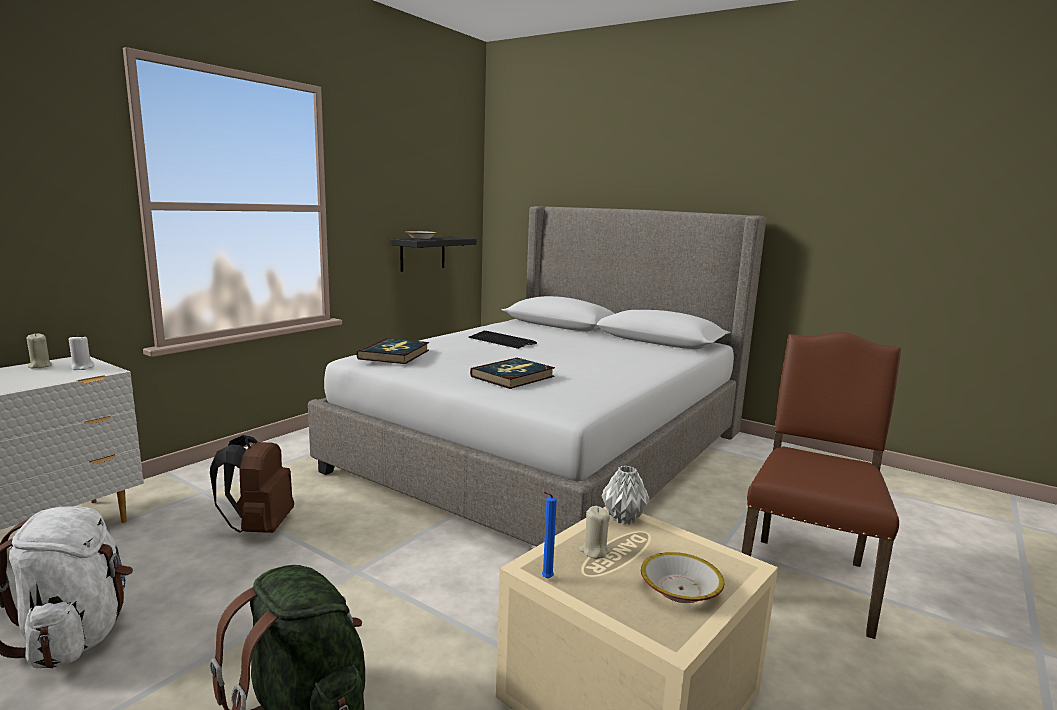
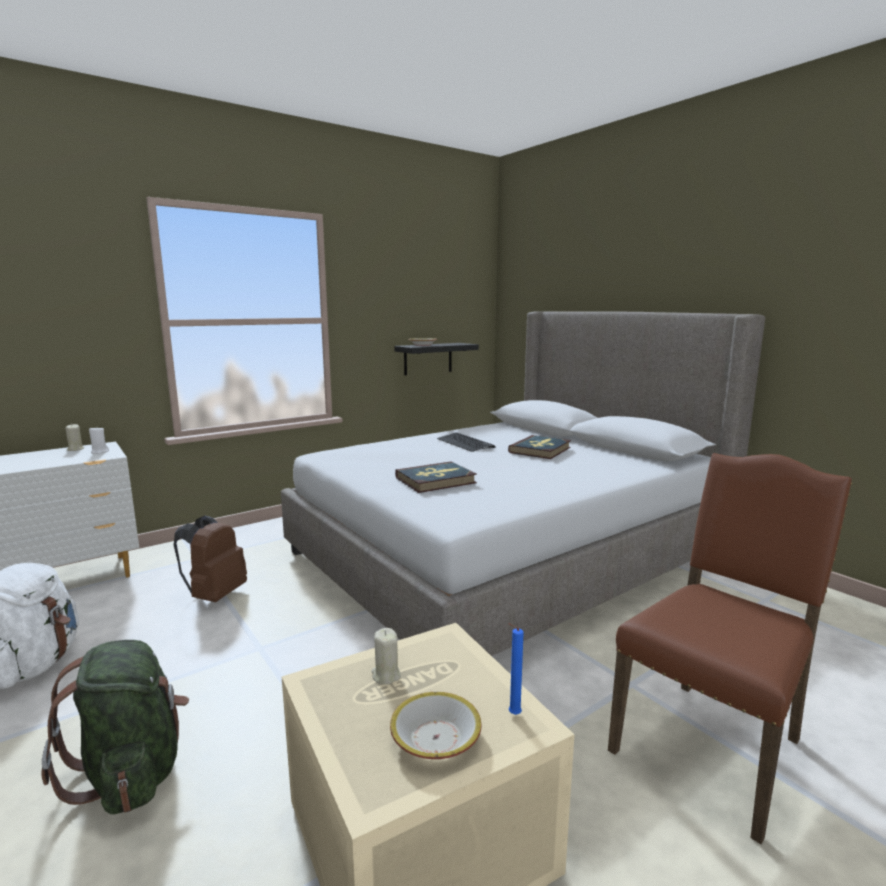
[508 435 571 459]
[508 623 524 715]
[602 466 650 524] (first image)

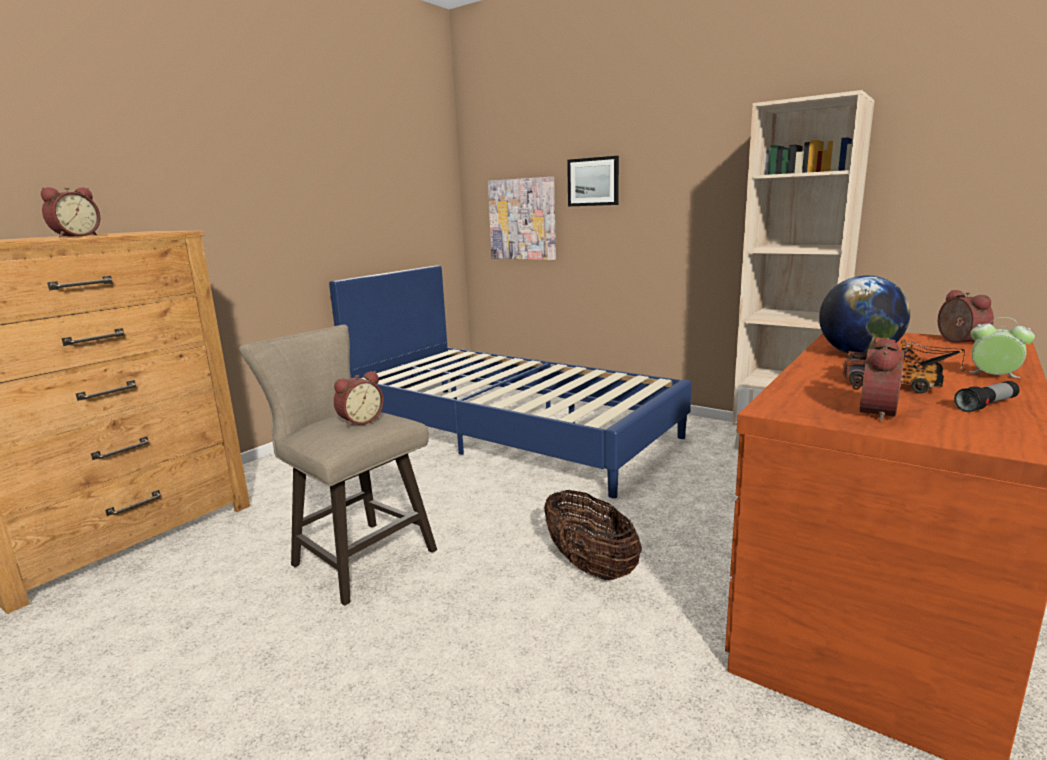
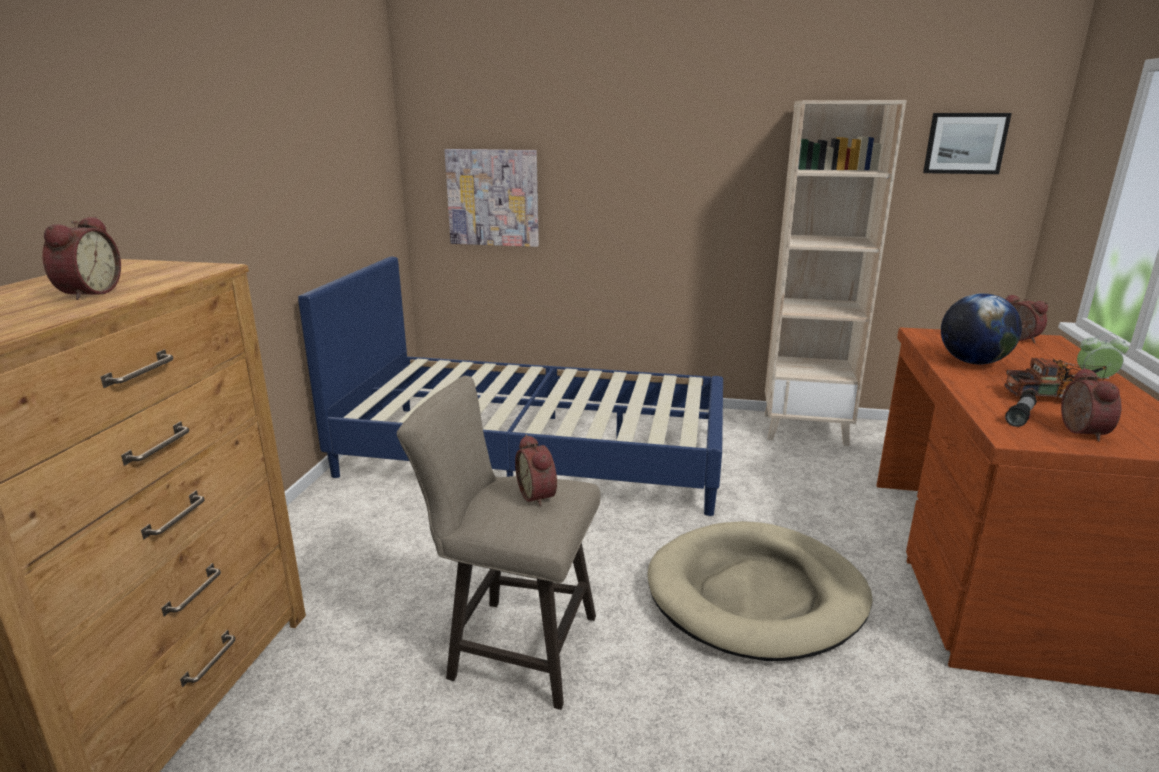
[515 435 557 507]
[648 521 873 661]
[923 113 1012 174]
[1005 394 1037 427]

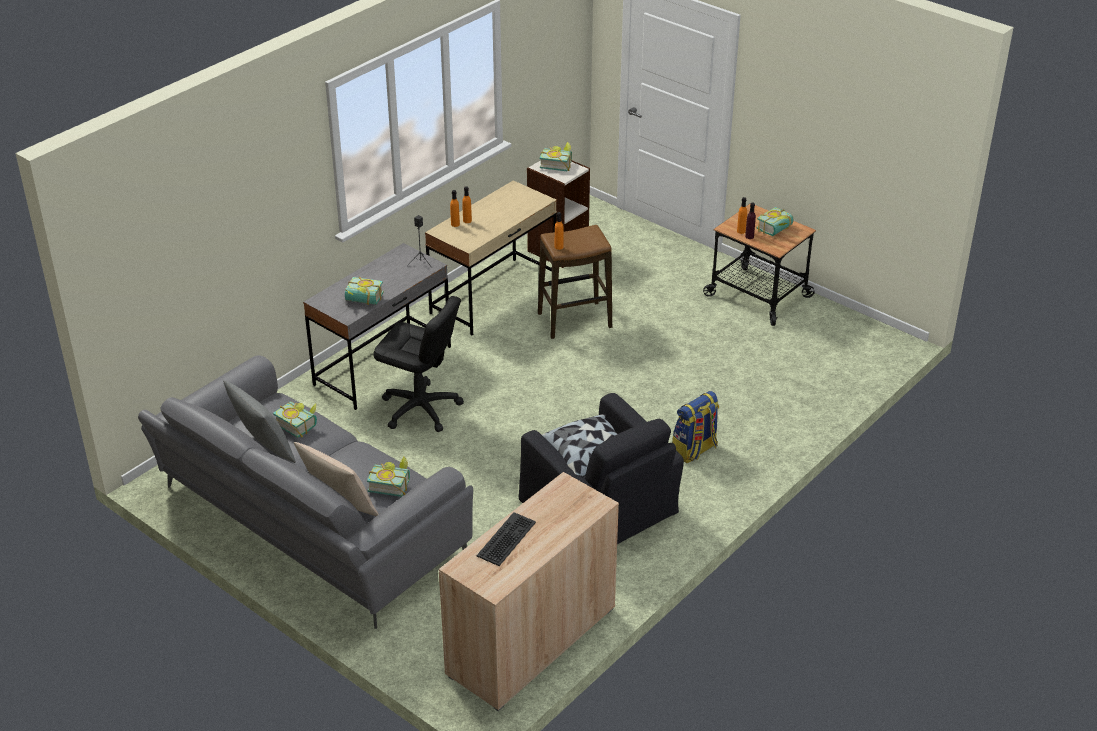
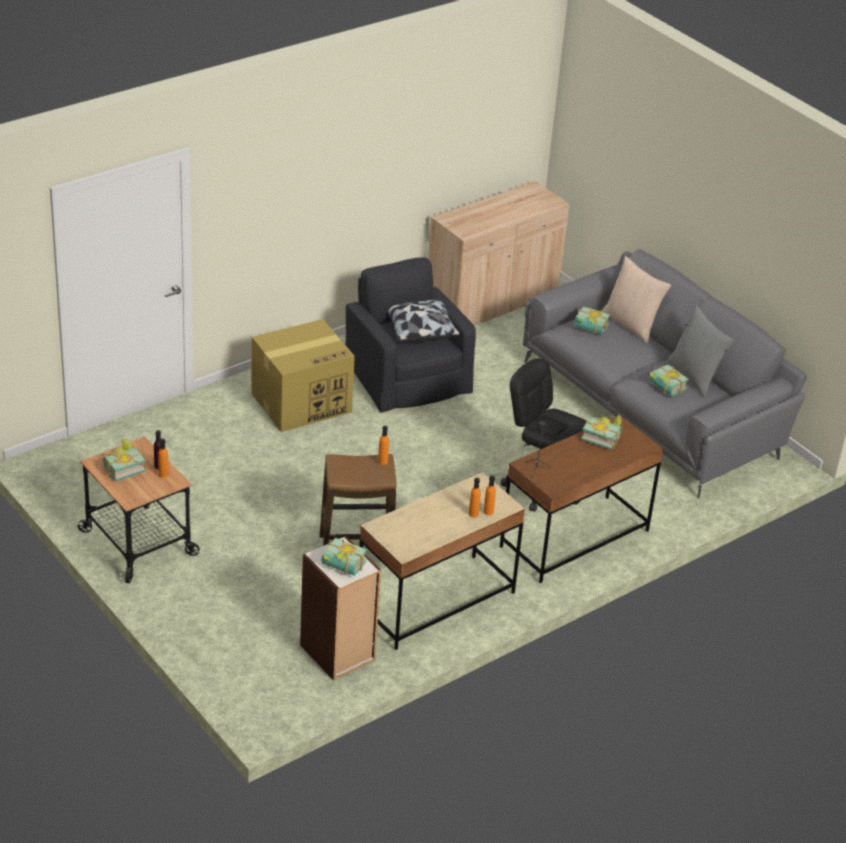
[500 415 663 583]
[477 512 536 566] (first image)
[251 319 355 432]

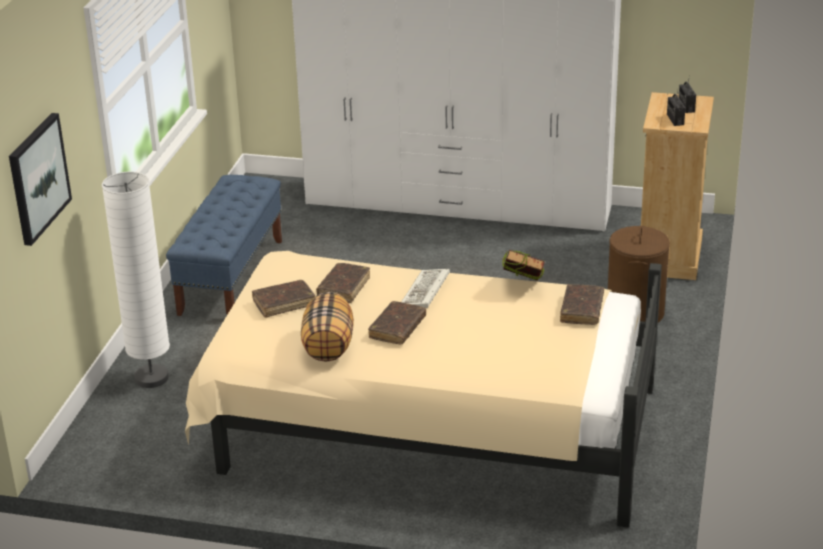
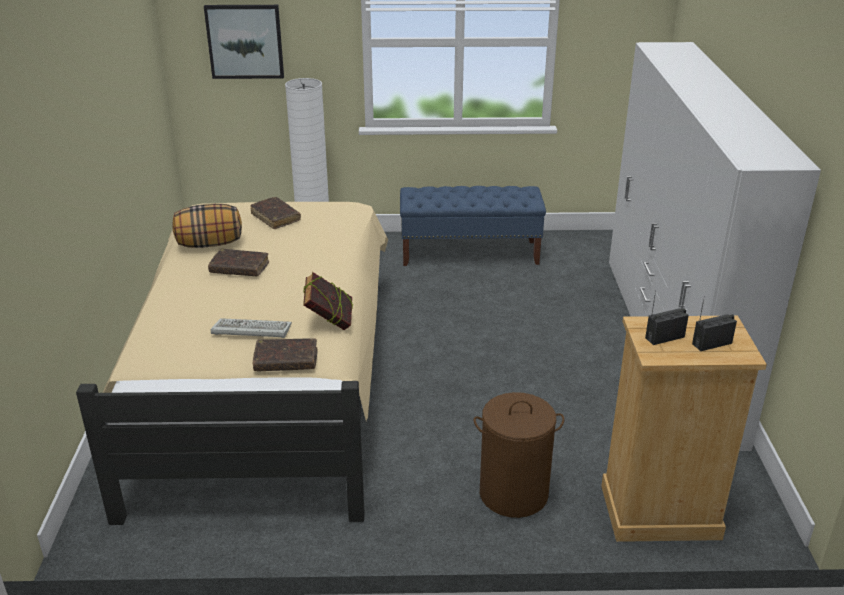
[316 263 370 303] (first image)
[211 318 292 338]

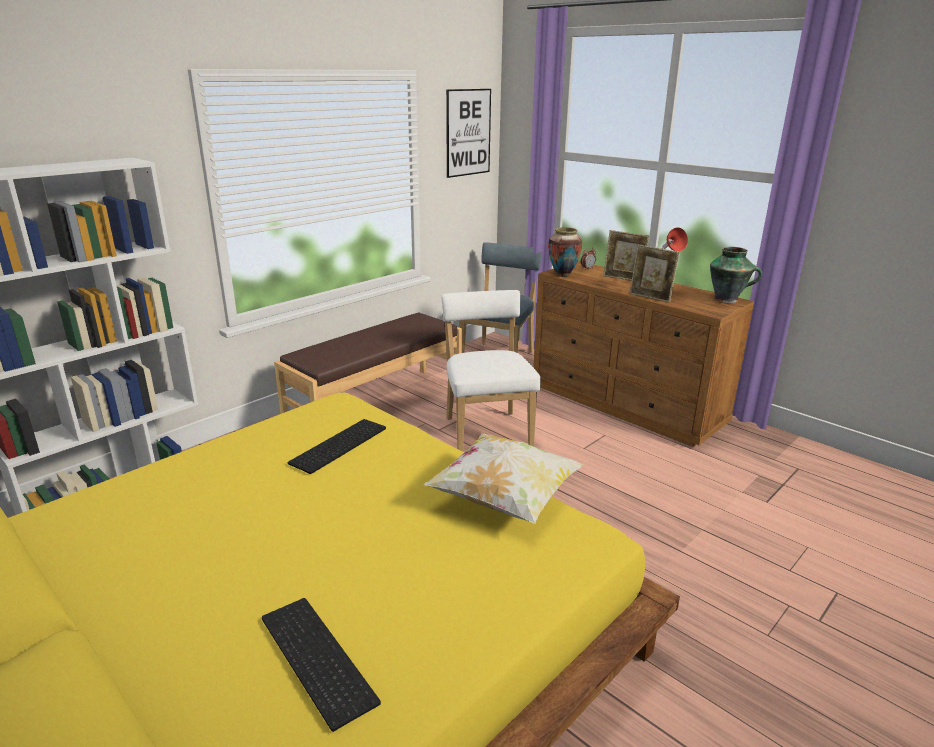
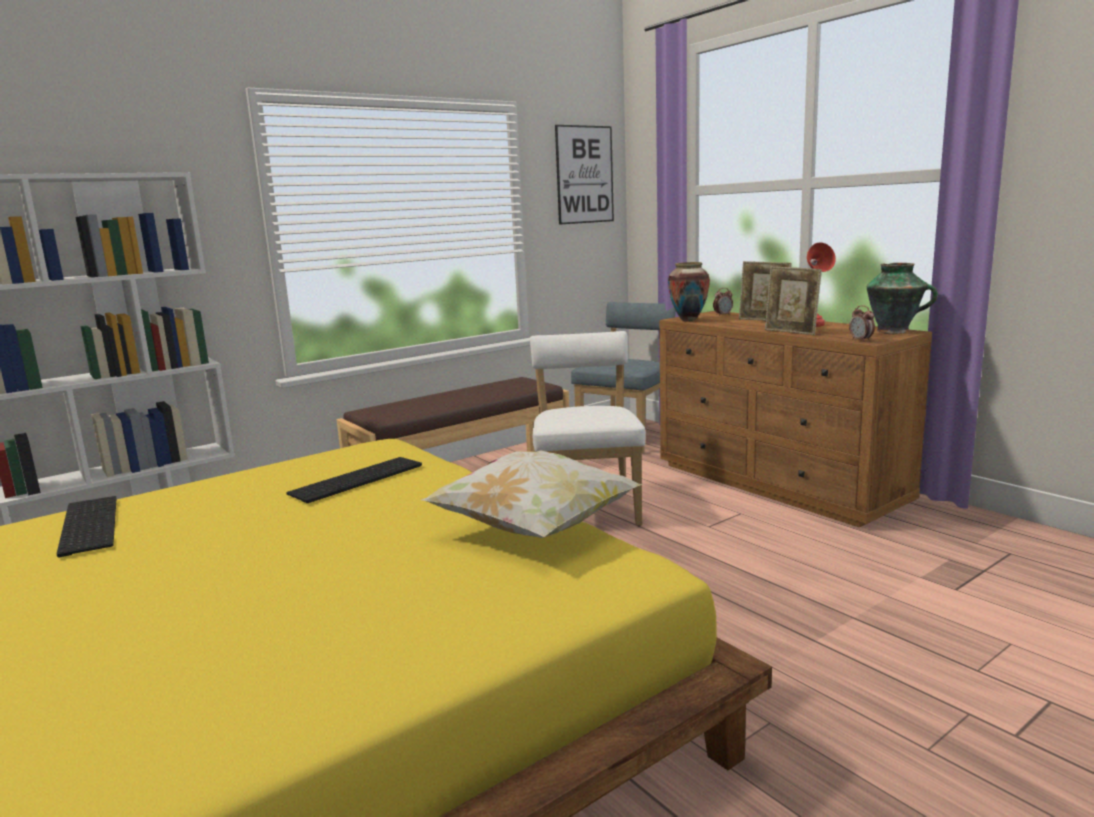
[57 496 117 558]
[849 305 875 342]

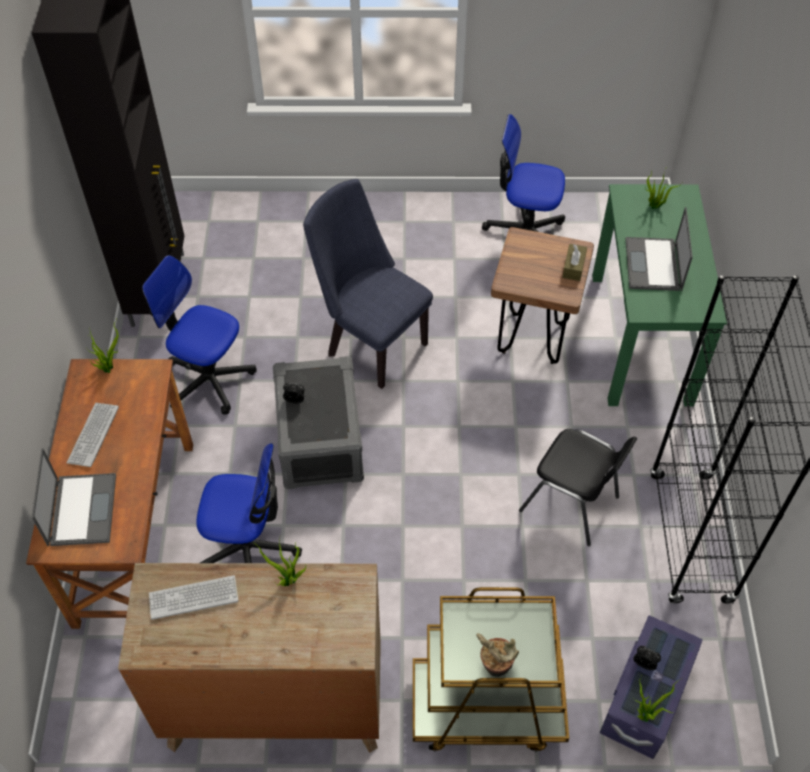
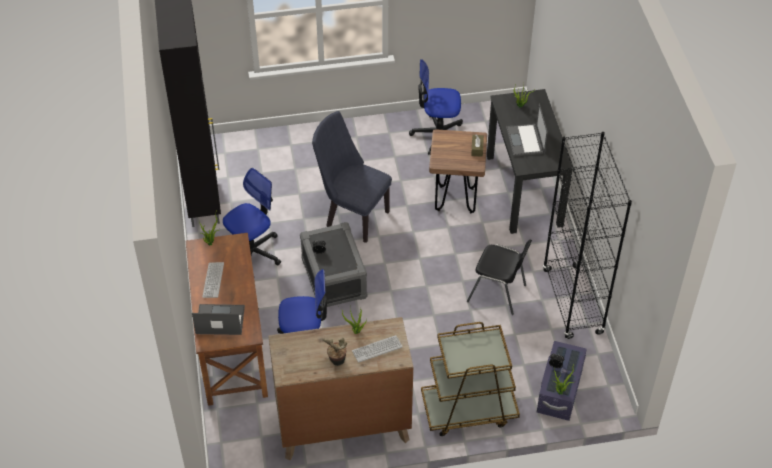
[192 304 245 335]
[223 168 281 265]
[352 335 403 363]
[323 338 347 366]
[487 89 573 234]

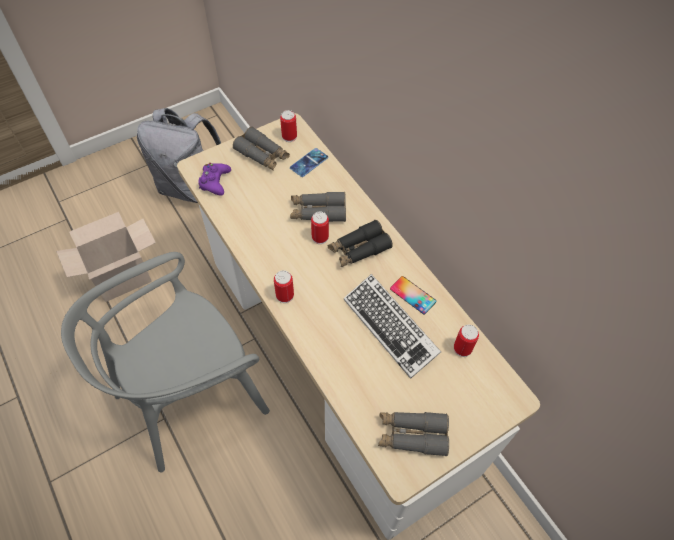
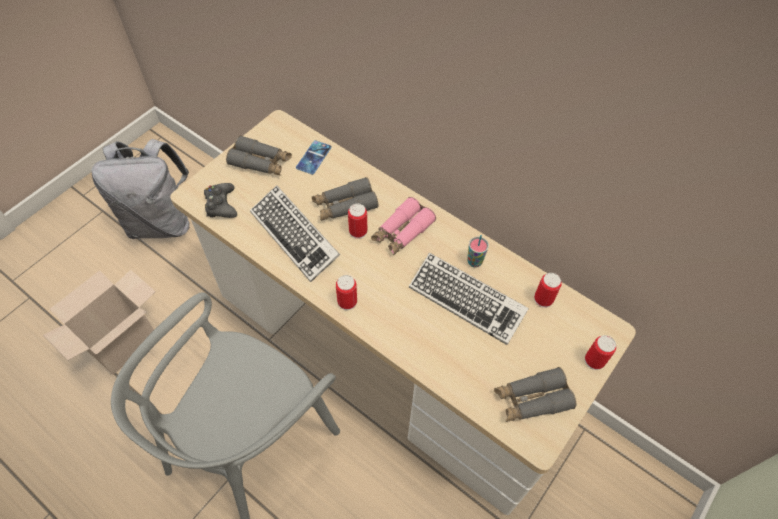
[204 183 237 218]
[585 335 616 370]
[371 197 436 255]
[467 235 489 267]
[250 185 340 282]

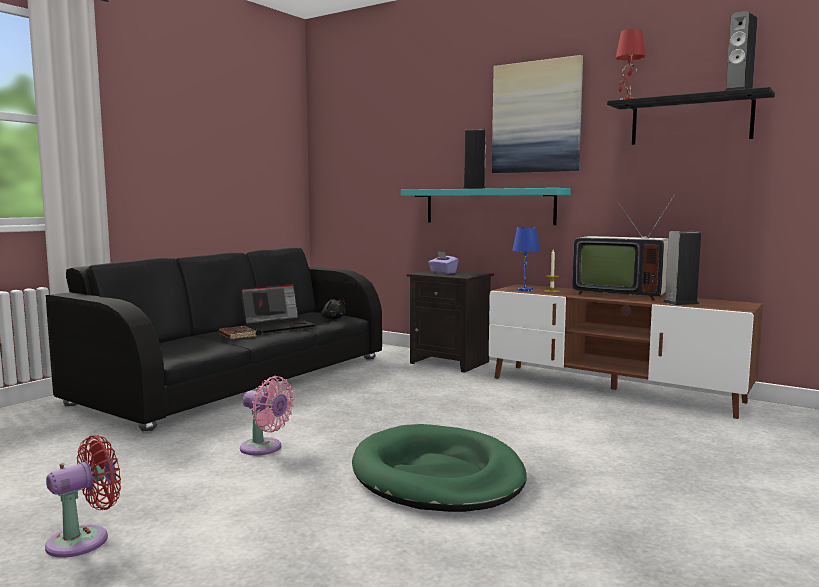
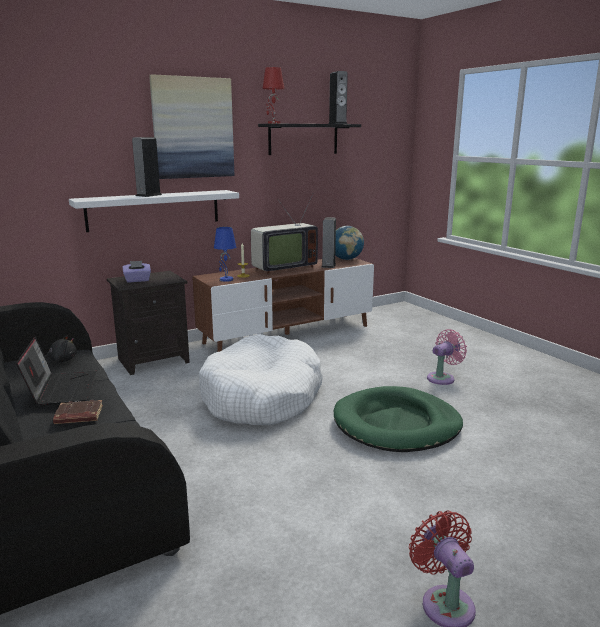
[427 329 467 385]
[69 190 239 232]
[199 334 323 425]
[335 226 364 260]

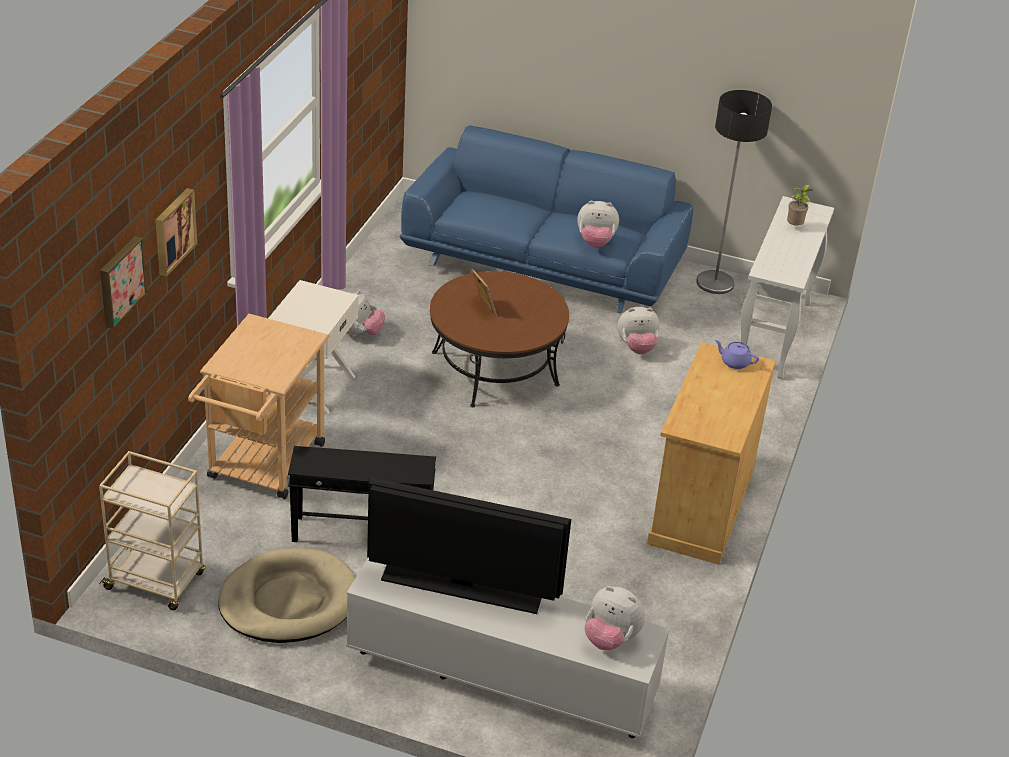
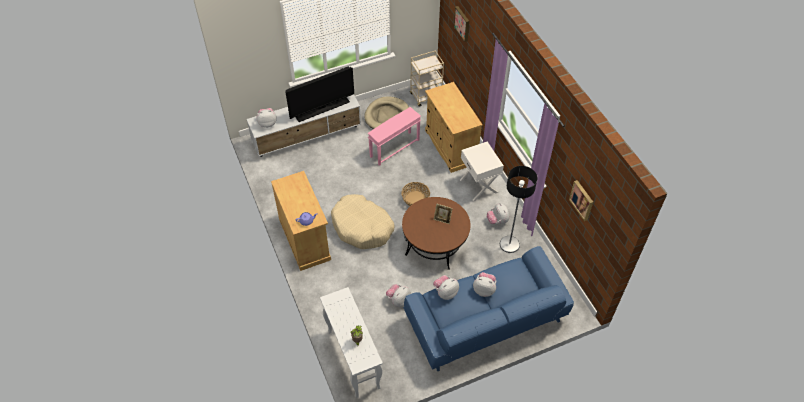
[569 180 593 221]
[425 82 483 173]
[368 107 421 166]
[500 166 537 253]
[331 194 395 249]
[401 182 430 206]
[473 272 496 297]

